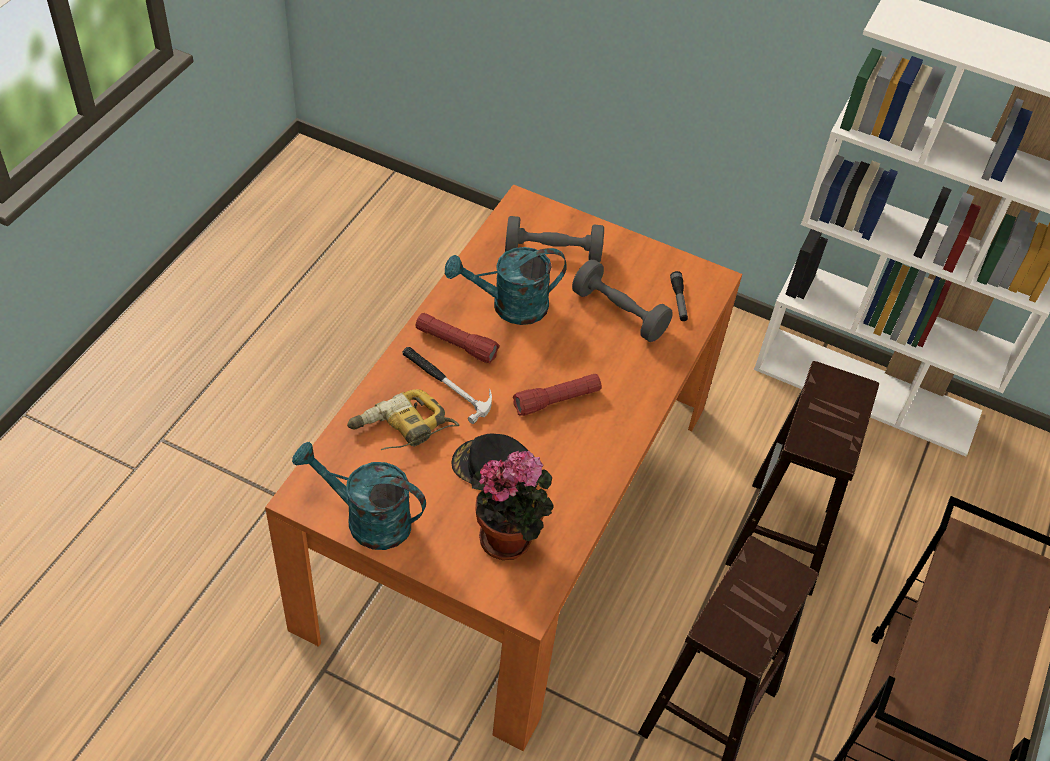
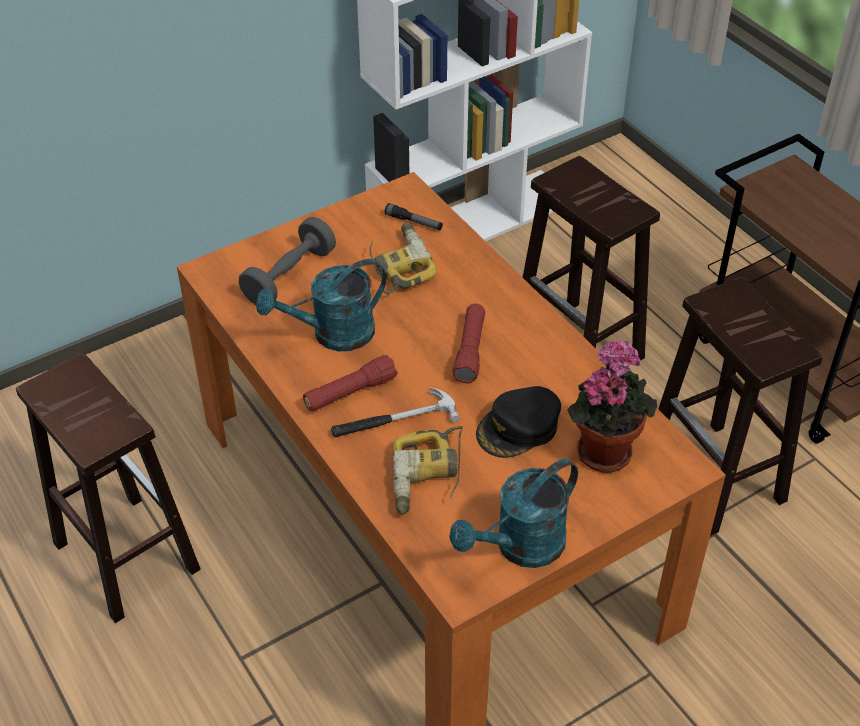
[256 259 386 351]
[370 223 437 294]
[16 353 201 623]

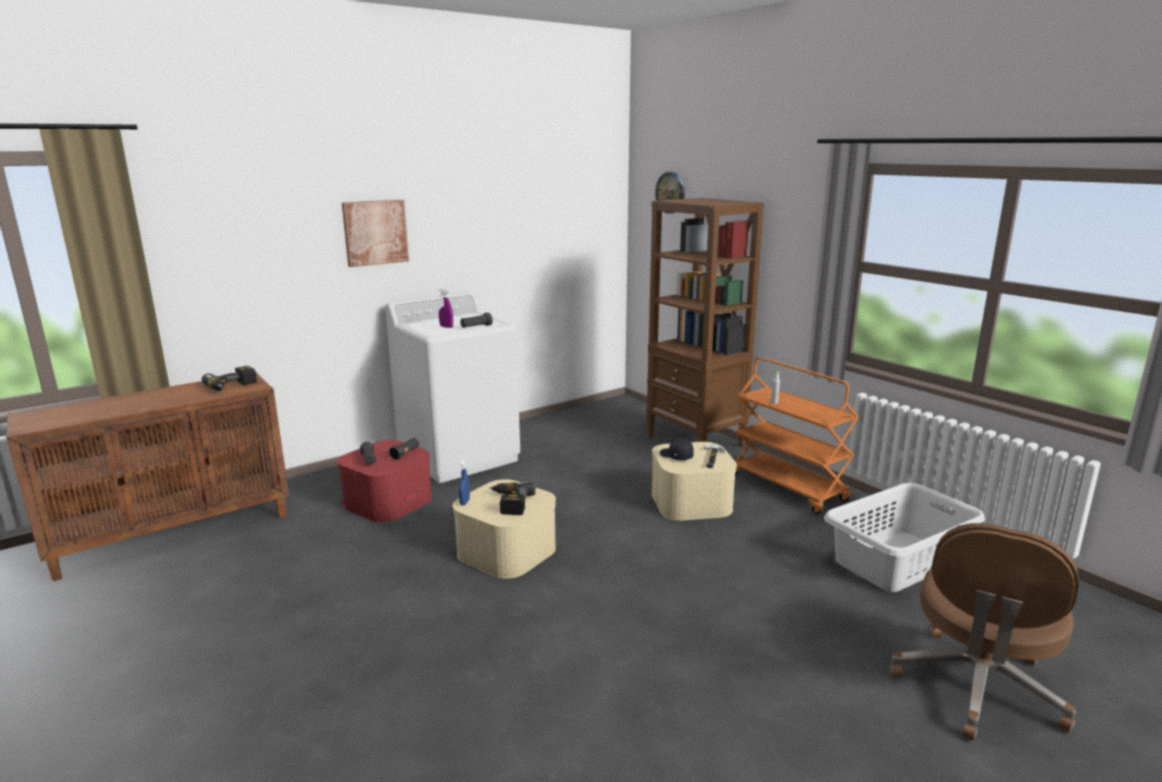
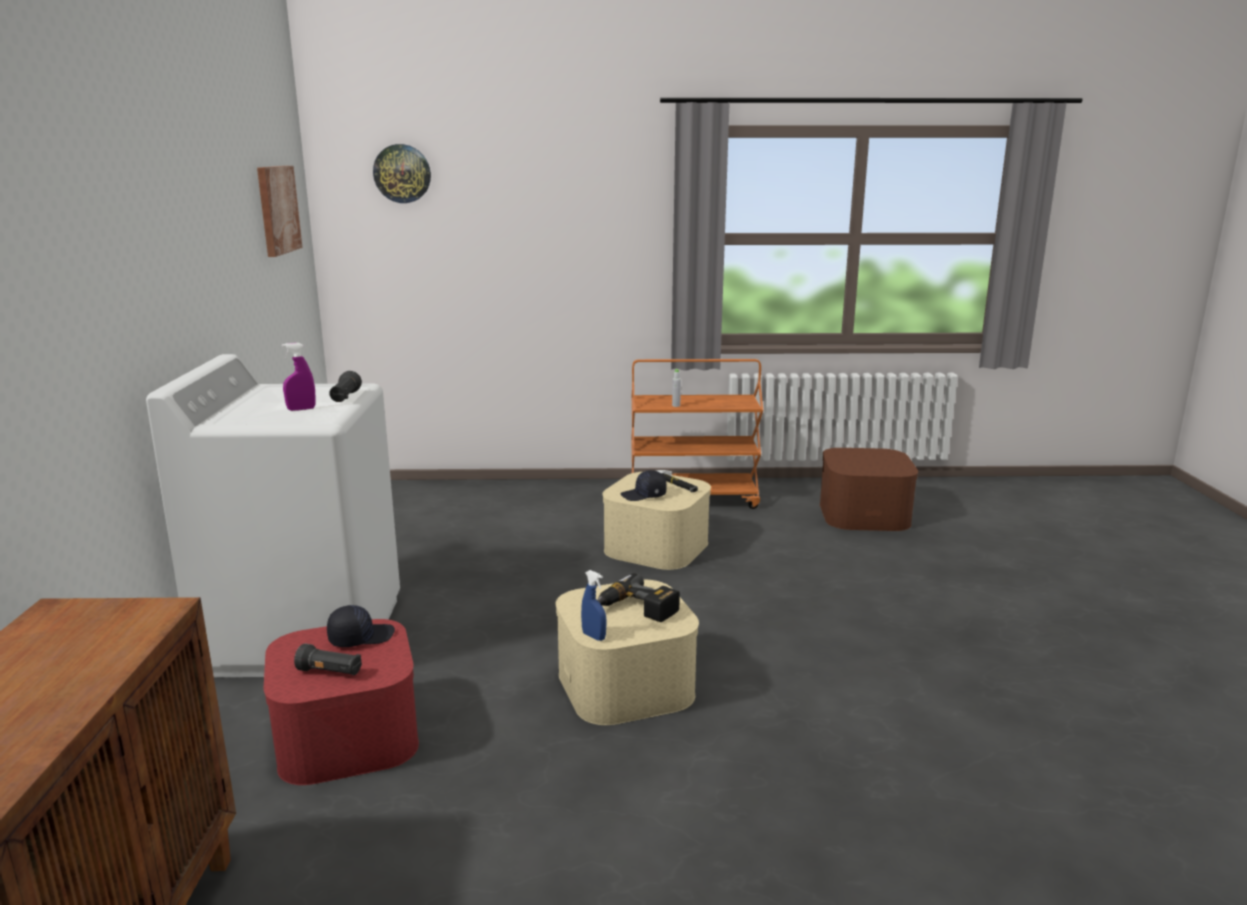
[202 366 257 391] (first image)
[257 166 302 257]
[327 605 395 647]
[646 198 764 447] (first image)
[820 448 918 531]
[889 523 1079 741] (first image)

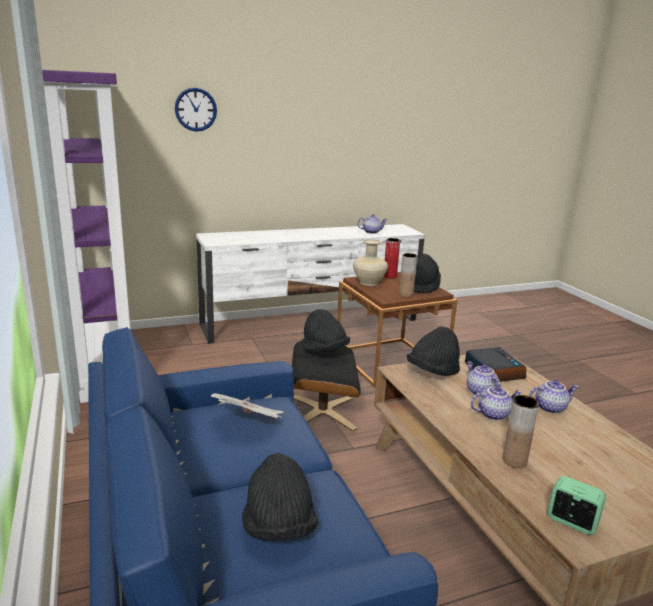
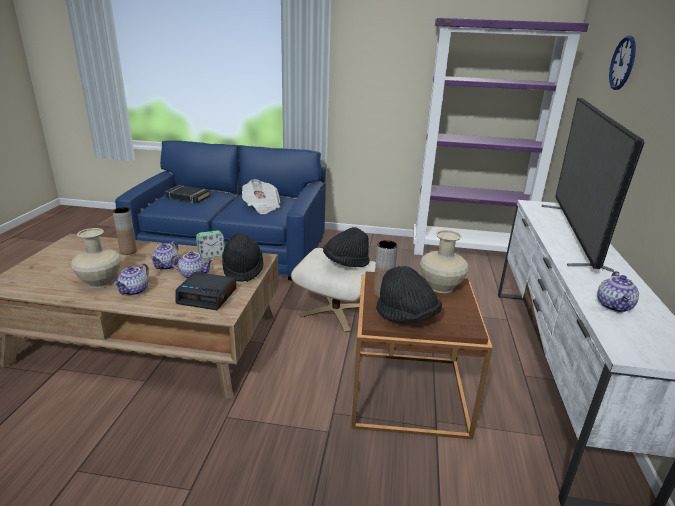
[165 185 210 203]
[291 248 376 332]
[384 238 400 279] (first image)
[196 230 225 258]
[71 228 121 288]
[542 98 644 272]

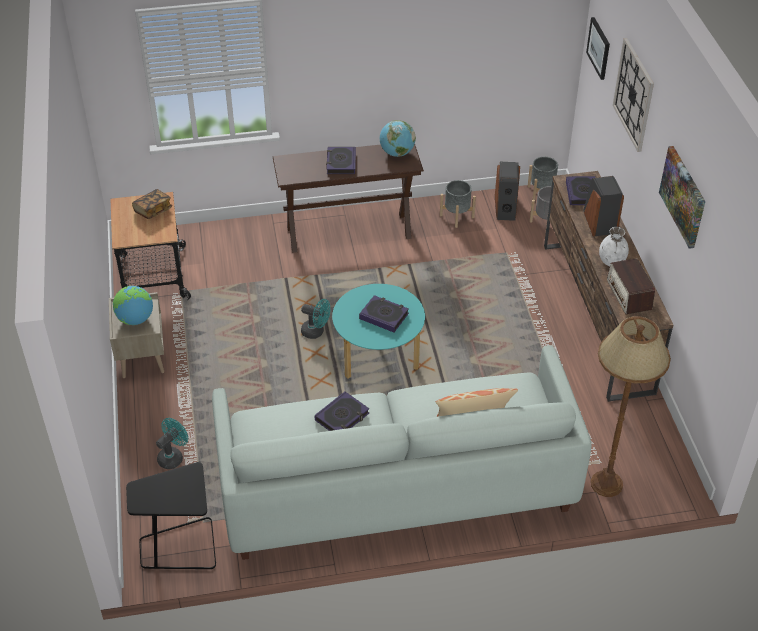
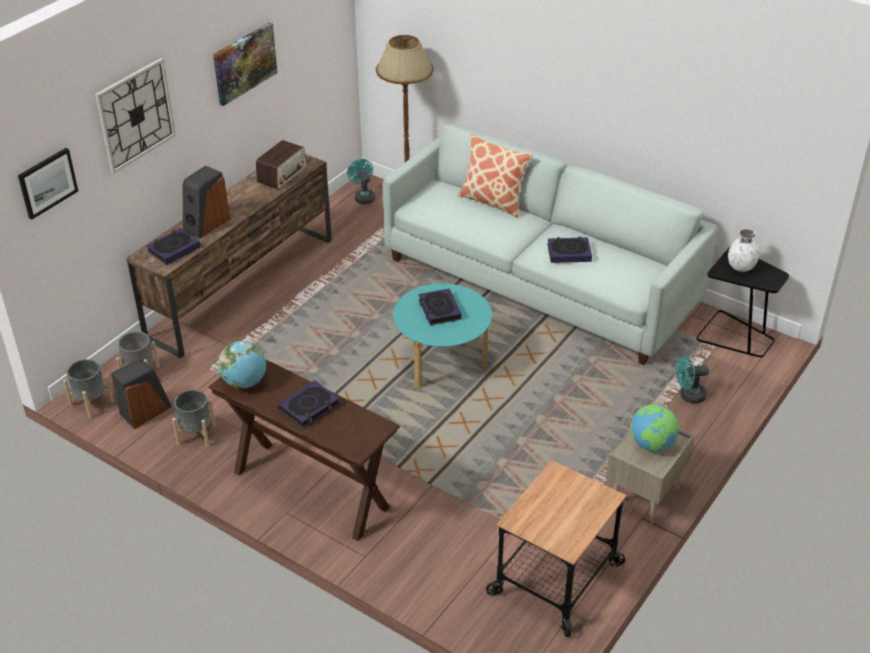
[132 189 172 219] (first image)
[347 159 375 204]
[728 229 759 272]

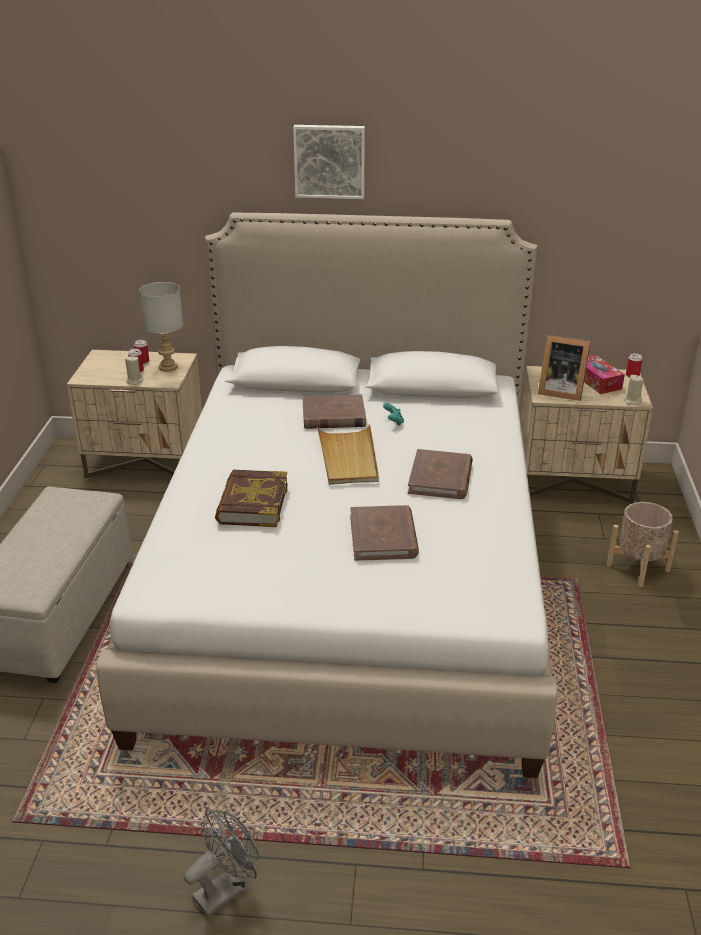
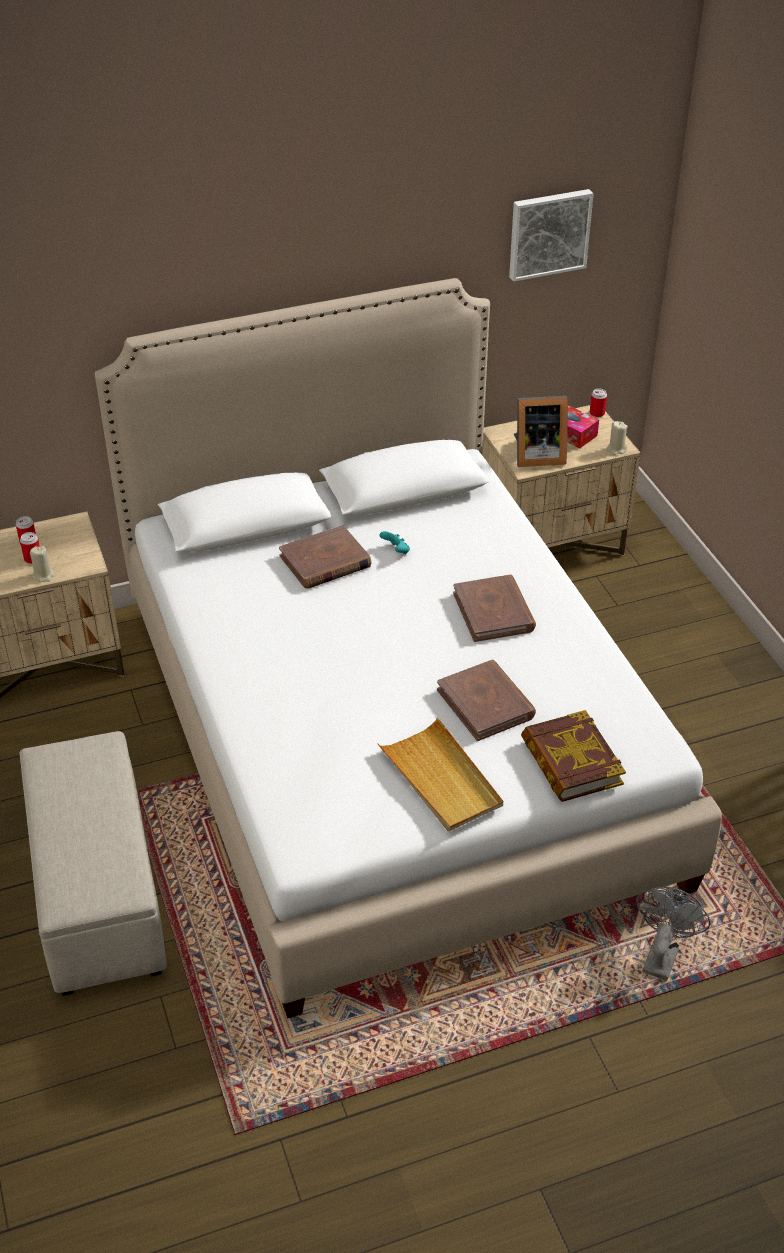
[139 282 183 372] (first image)
[636 887 710 981]
[521 710 626 802]
[509 189 593 282]
[377 717 503 832]
[606 502 679 587] (first image)

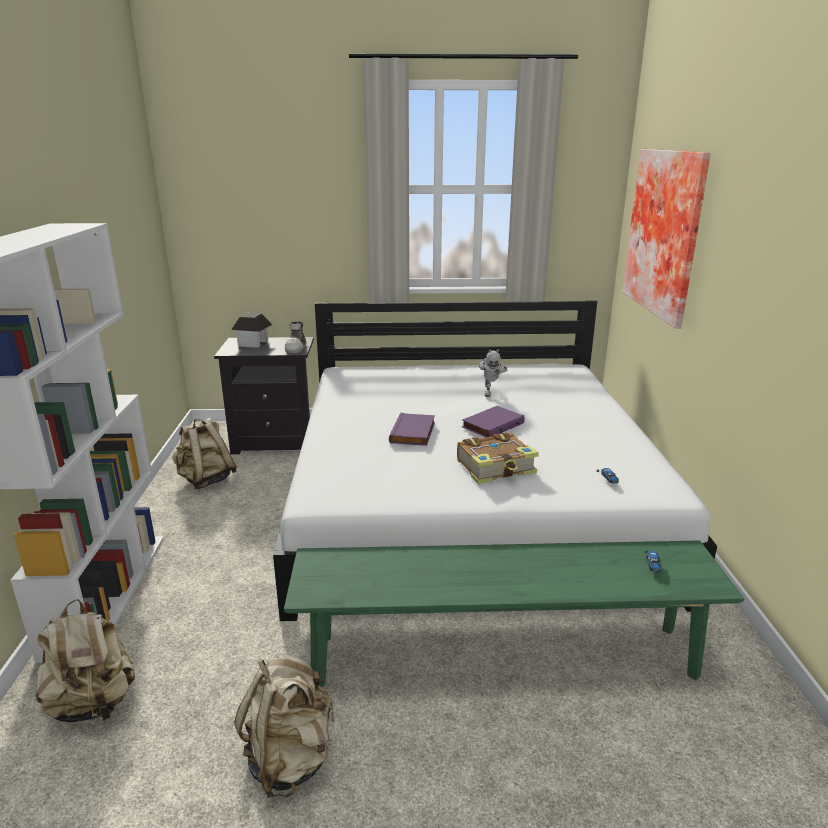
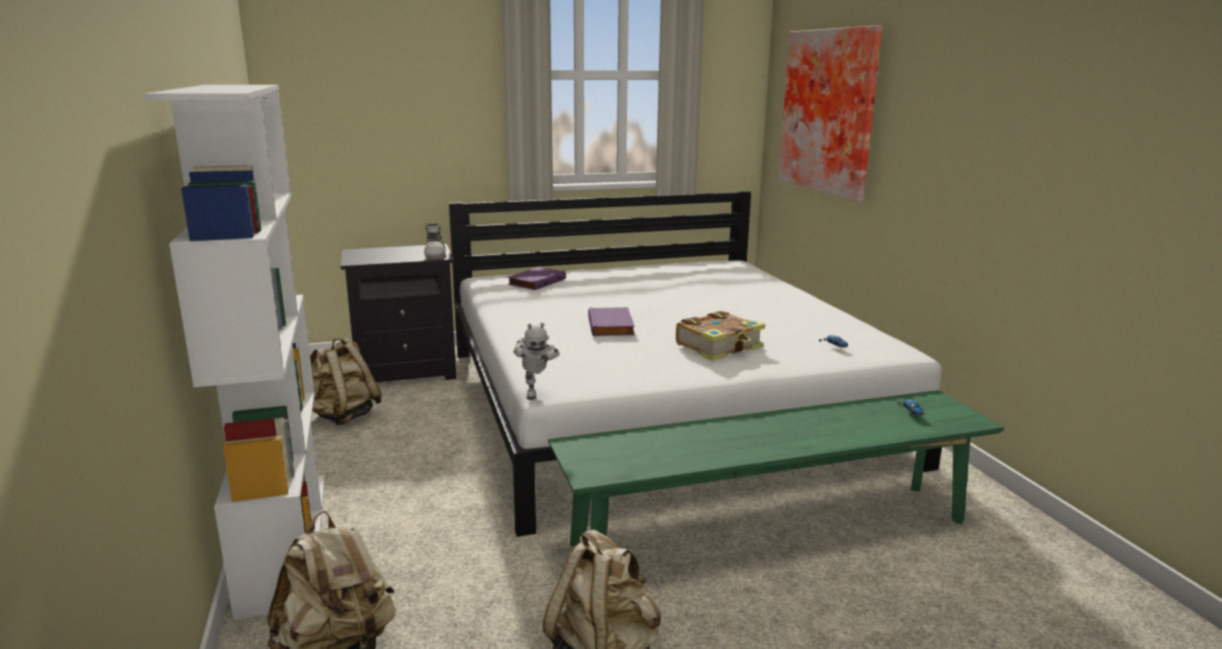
[231 313 272 348] (first image)
[507 267 566 290]
[513 323 560 400]

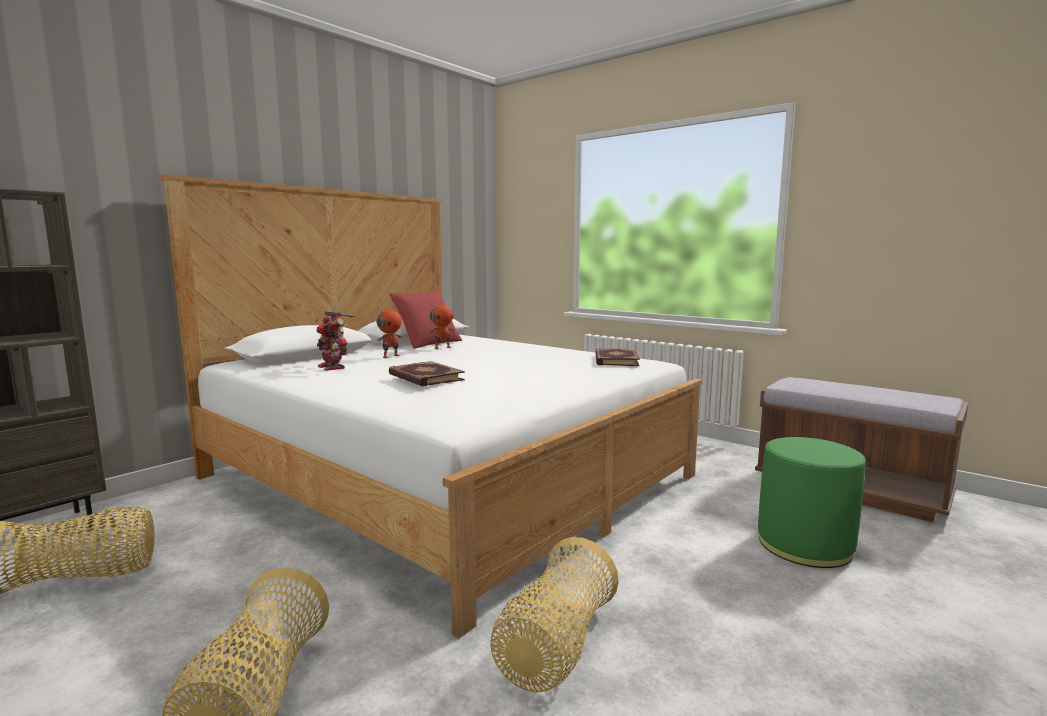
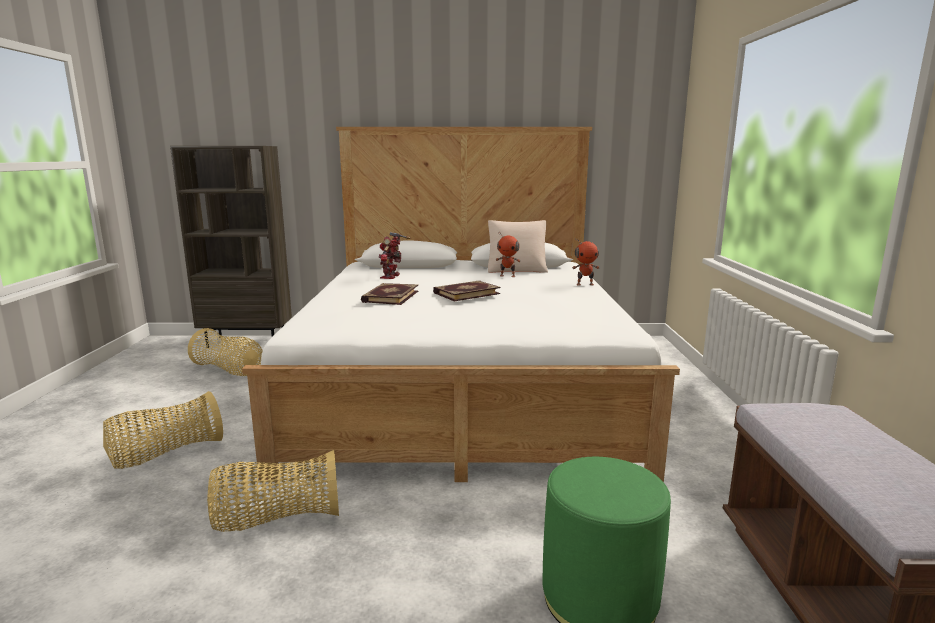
[572 238 600 286]
[488 220 548 273]
[433 281 501 302]

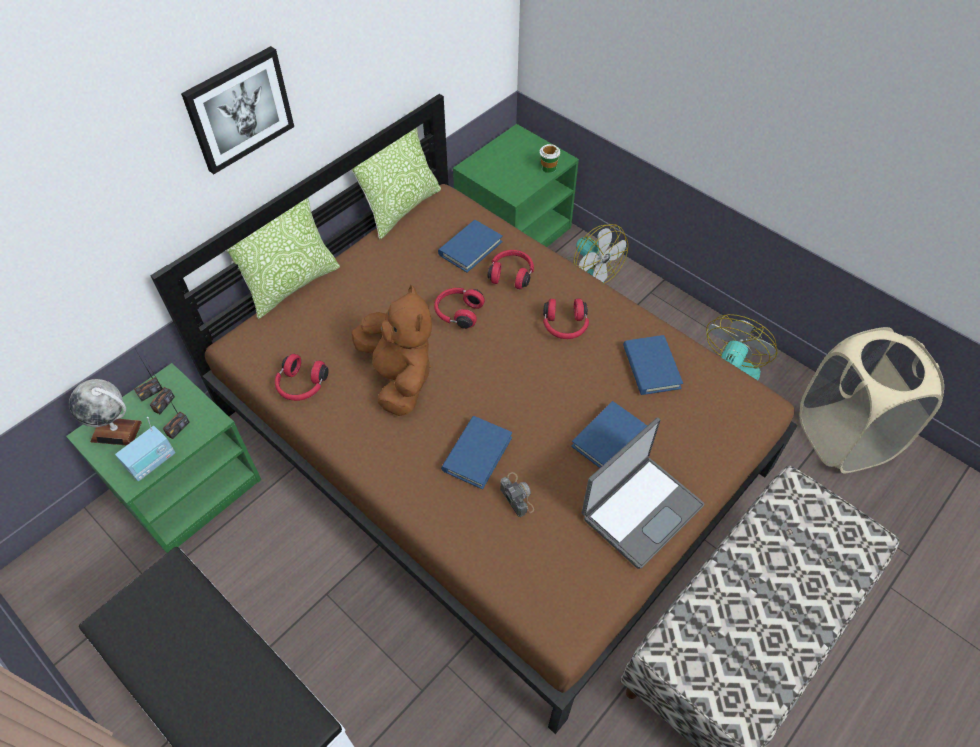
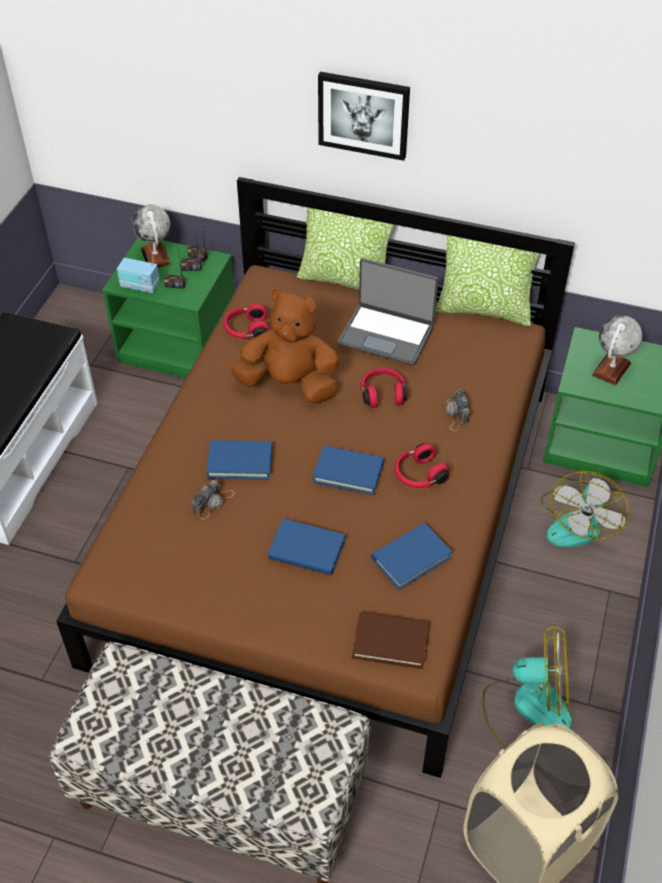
[231 288 340 403]
[313 446 384 495]
[446 389 470 431]
[539 144 560 173] (first image)
[338 258 438 366]
[352 612 429 669]
[592 315 642 386]

